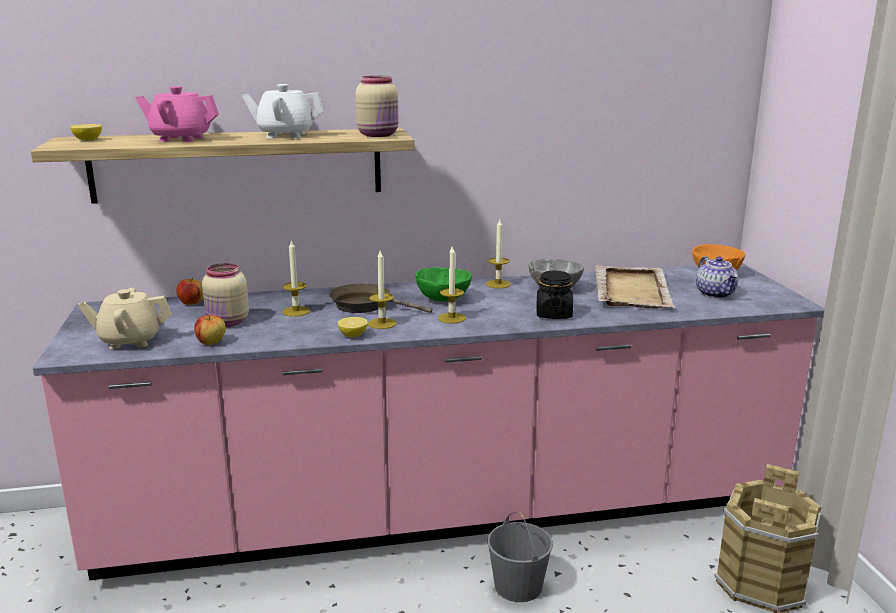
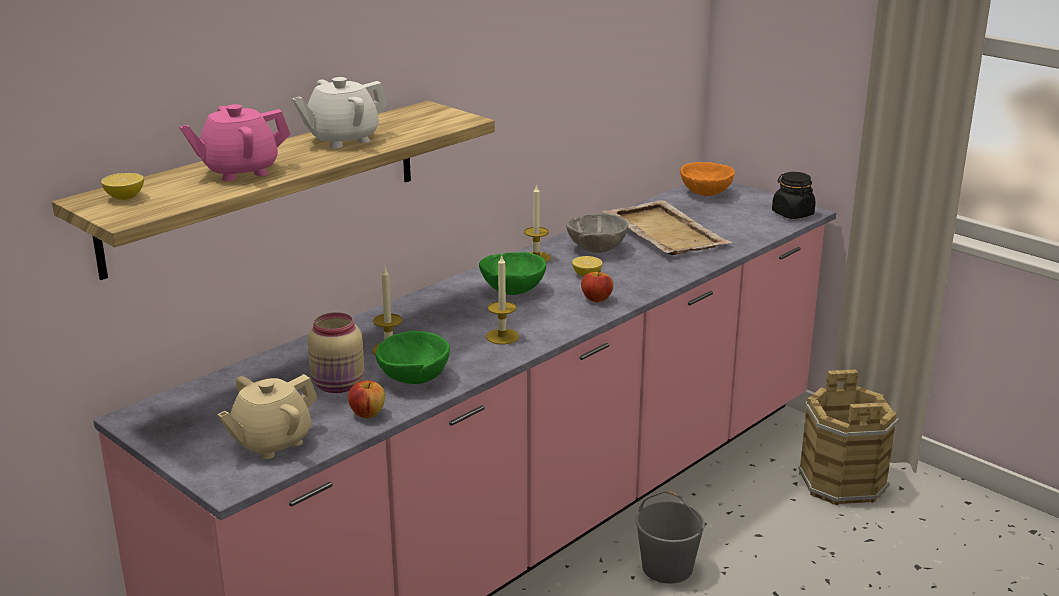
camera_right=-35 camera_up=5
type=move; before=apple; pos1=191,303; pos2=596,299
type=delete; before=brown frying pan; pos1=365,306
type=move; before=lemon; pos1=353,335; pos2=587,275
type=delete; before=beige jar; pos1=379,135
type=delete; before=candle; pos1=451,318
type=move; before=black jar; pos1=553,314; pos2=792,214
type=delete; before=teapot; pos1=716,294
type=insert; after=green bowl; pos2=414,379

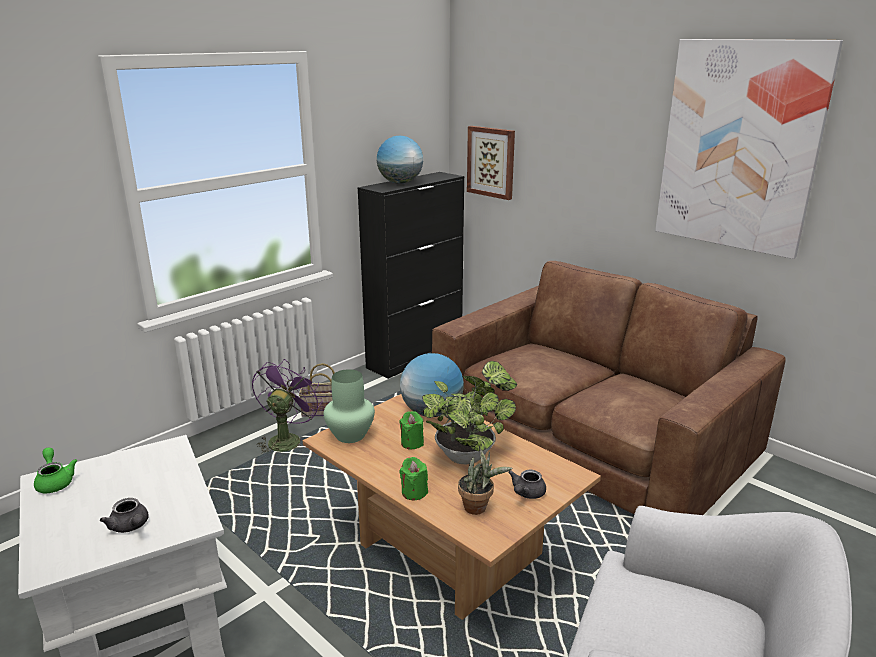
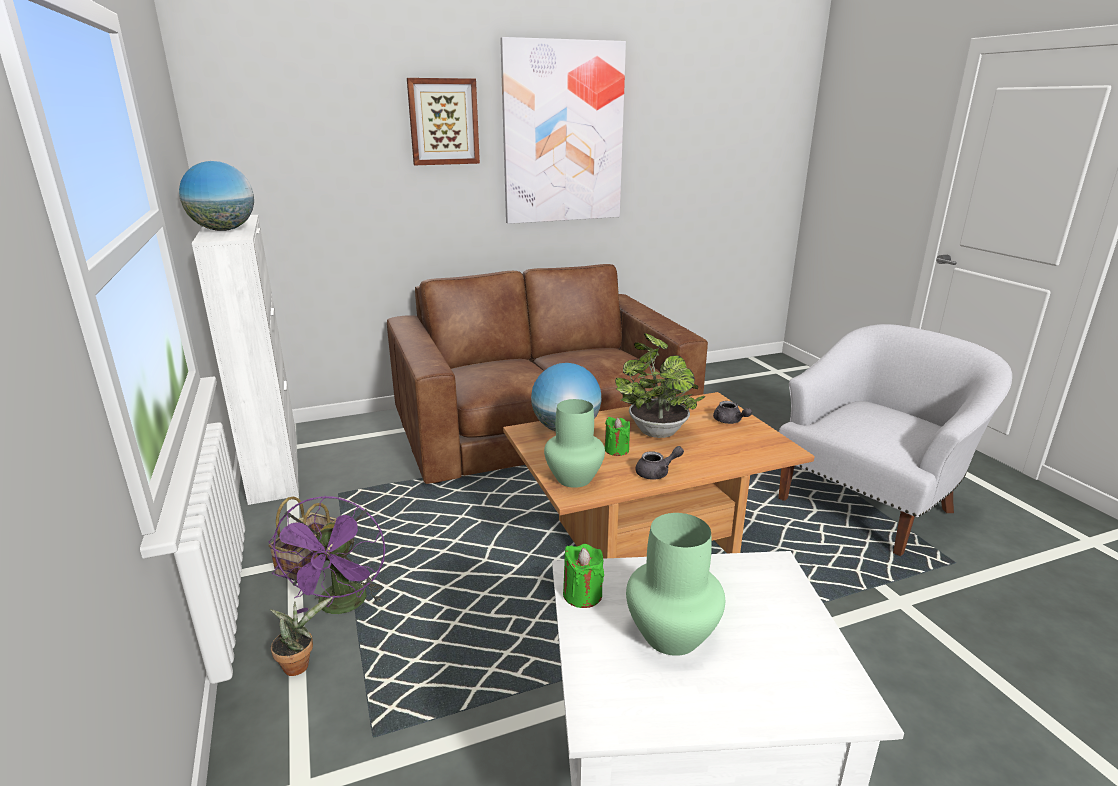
camera_right=-65 camera_up=0
type=delete; before=green teapot; pos1=55,482
type=move; before=grey teapot; pos1=130,527; pos2=657,473
type=rotate; before=purple fan; pos1=286,439; pos2=342,607; turn=-135
type=recolor; before=black cabinet; after=white cabinet; pos1=416,356; pos2=274,465
type=move; before=green candle; pos1=414,492; pos2=582,595
type=move; before=potted plant; pos1=478,508; pos2=299,664
type=move; before=picture; pos1=491,162; pos2=443,122
type=insert; after=green vase; pos2=672,636

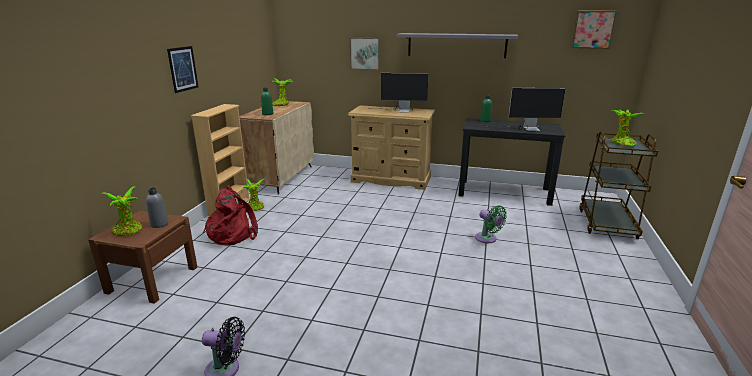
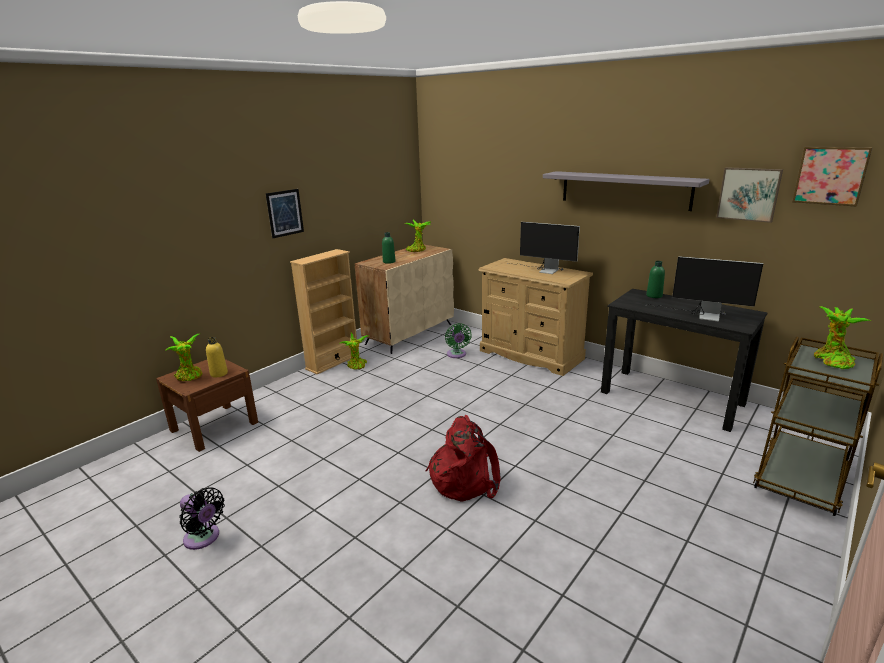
camera_right=25 camera_up=0
type=recolor; before=grey bottle; after=yellow bottle; pos1=159,224; pos2=219,374
type=move; before=red backpack; pos1=233,234; pos2=464,479
type=move; before=picture; pos1=365,53; pos2=749,194
type=move; before=green fan; pos1=487,239; pos2=457,355

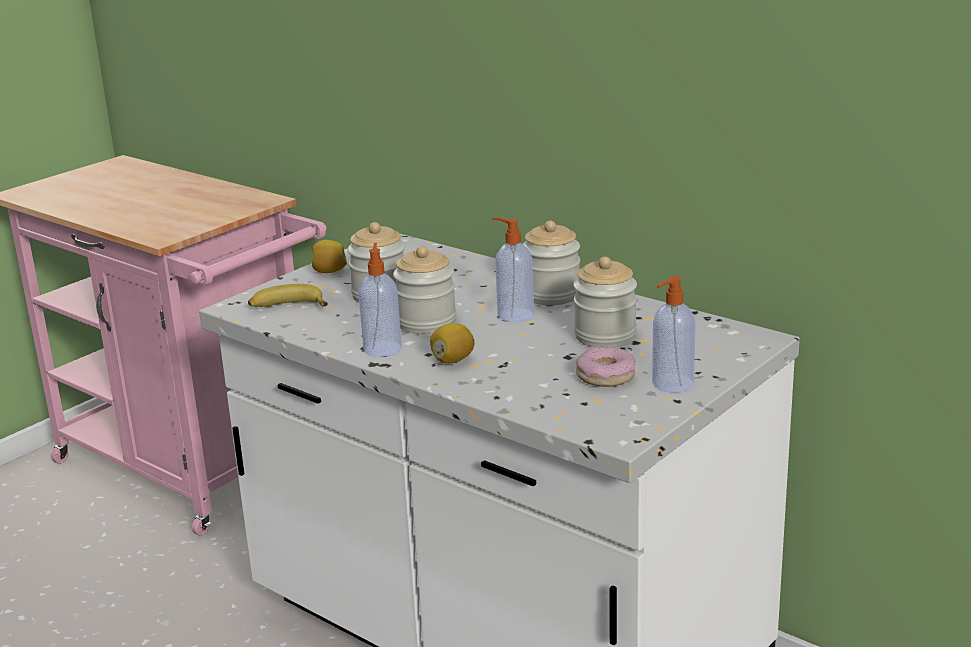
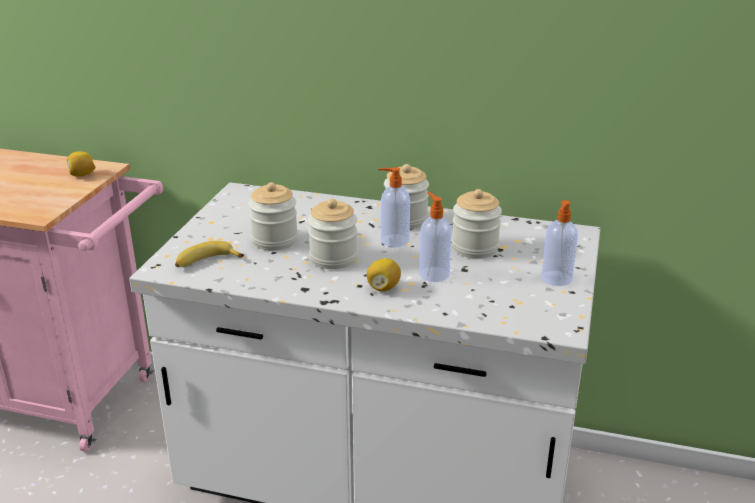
camera_right=-25 camera_up=5
type=move; before=lemon; pos1=329,272; pos2=82,175
type=move; before=soap dispenser; pos1=382,348; pos2=433,274
type=delete; before=donut; pos1=605,376

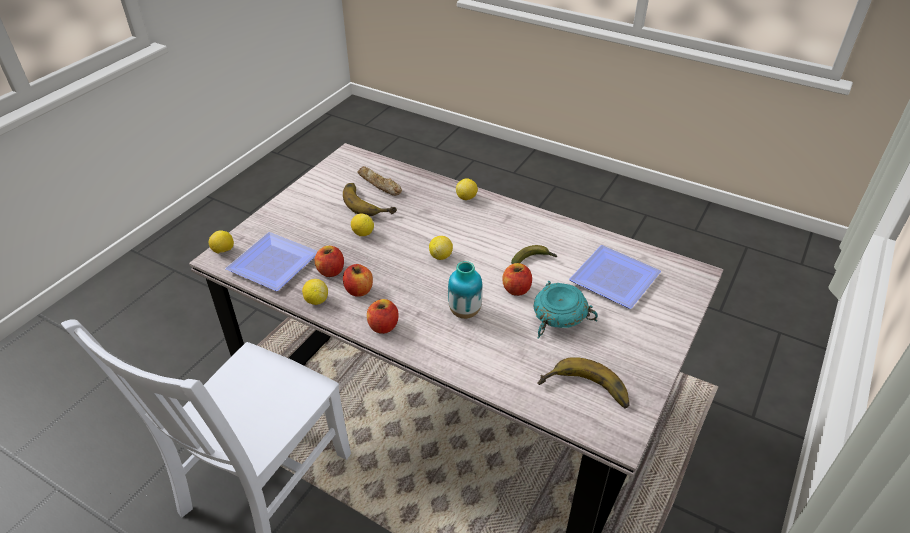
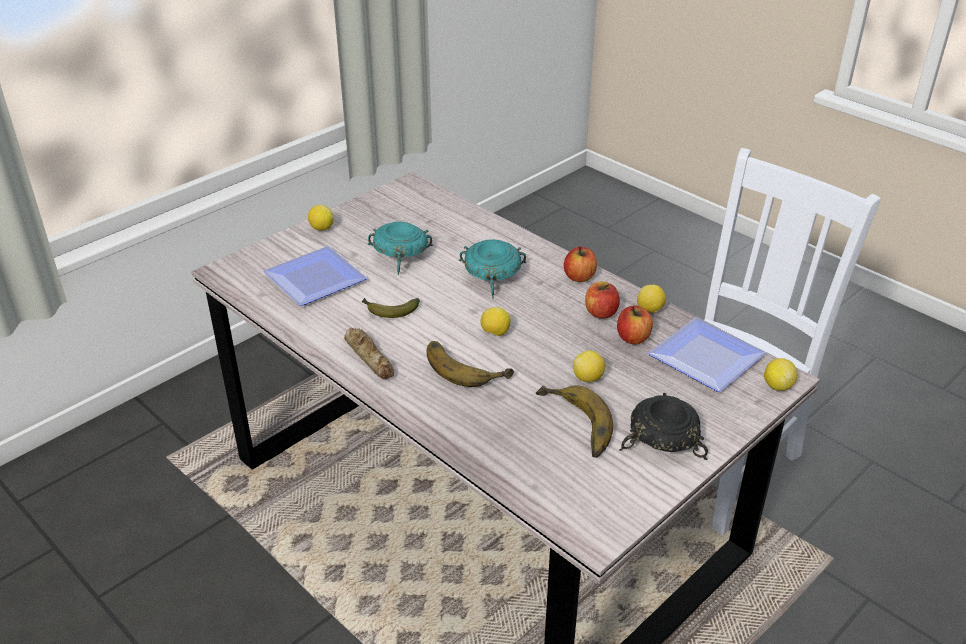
camera_right=-165 camera_up=-5
type=move; before=bread; pos1=379,185; pos2=370,357
type=replace; before=vase; after=turquoise bowl; pos1=464,312; pos2=492,276
type=move; before=lemon; pos1=466,198; pos2=321,228
type=delete; before=apple; pos1=516,289
type=move; before=banana; pos1=584,393; pos2=466,365
type=insert; after=black bowl; pos2=661,441

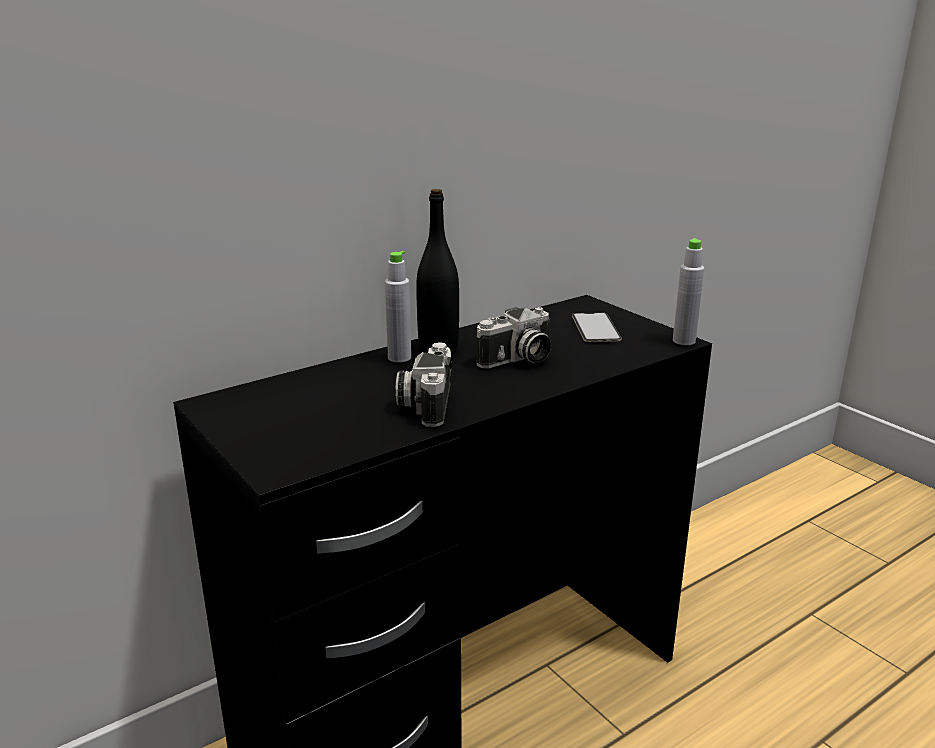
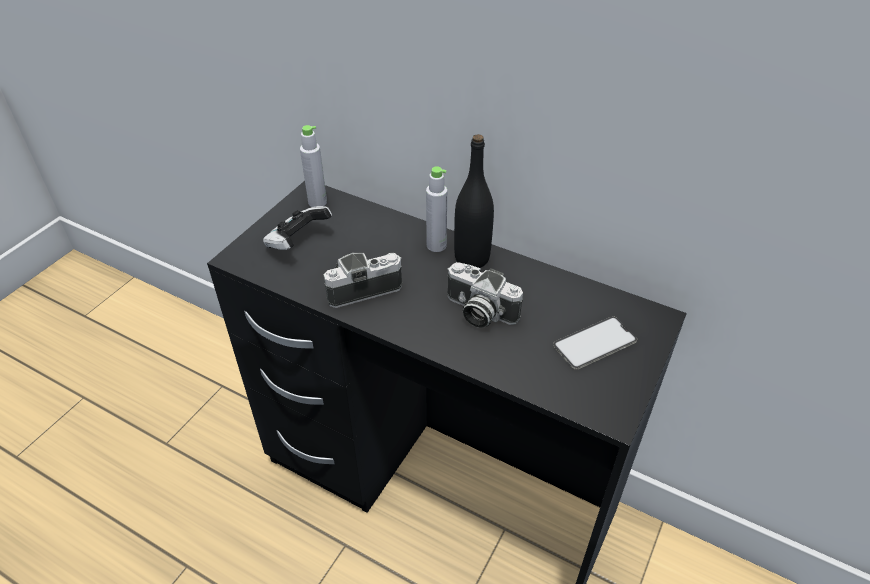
camera_right=65 camera_up=20
type=move; before=grey bottle; pos1=684,341; pos2=317,202
type=insert; after=game controller; pos2=297,242

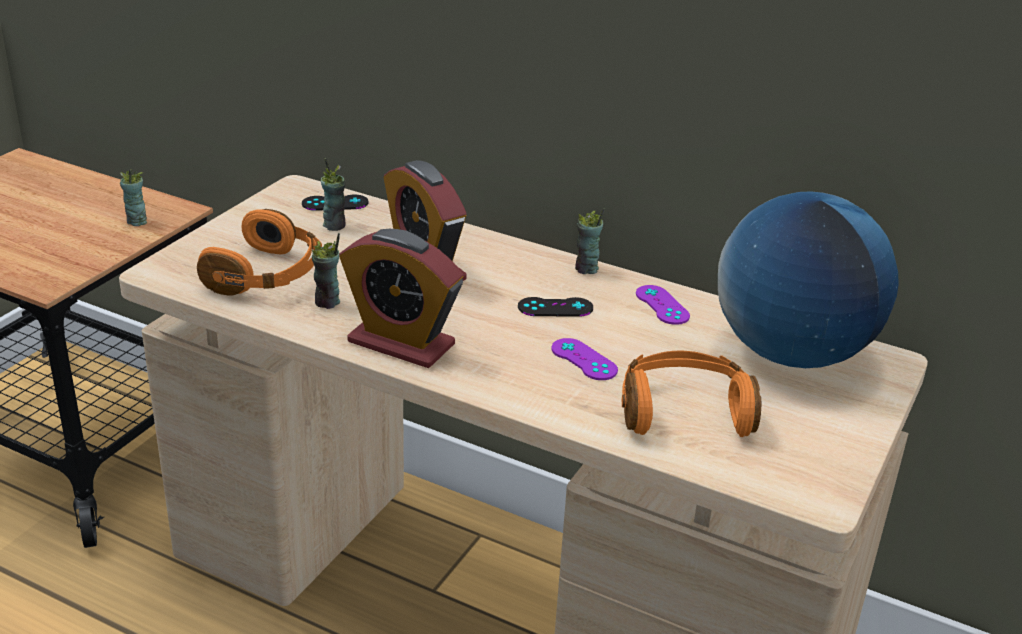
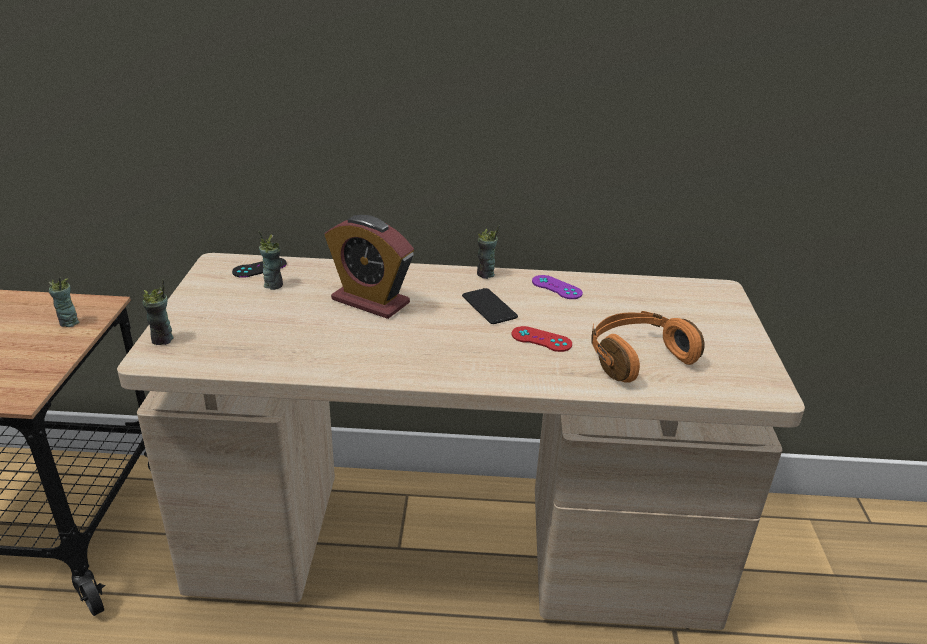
camera_right=-25 camera_up=0
type=delete; before=orange headphones; pos1=267,275
type=move; before=cup; pos1=327,302; pos2=163,340
type=delete; before=alarm clock; pos1=401,343
type=replace; before=black game controller; after=phone; pos1=555,307; pos2=489,307
type=recolor; before=purple game controller; after=red game controller; pos1=584,360; pos2=541,339
type=delete; before=globe; pos1=791,353

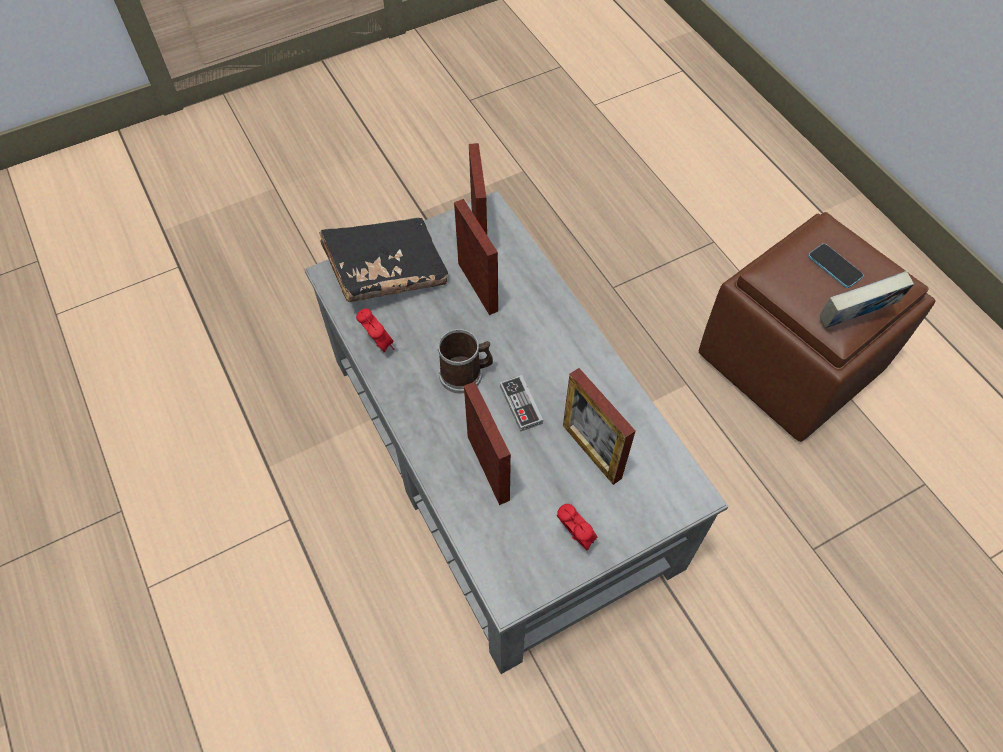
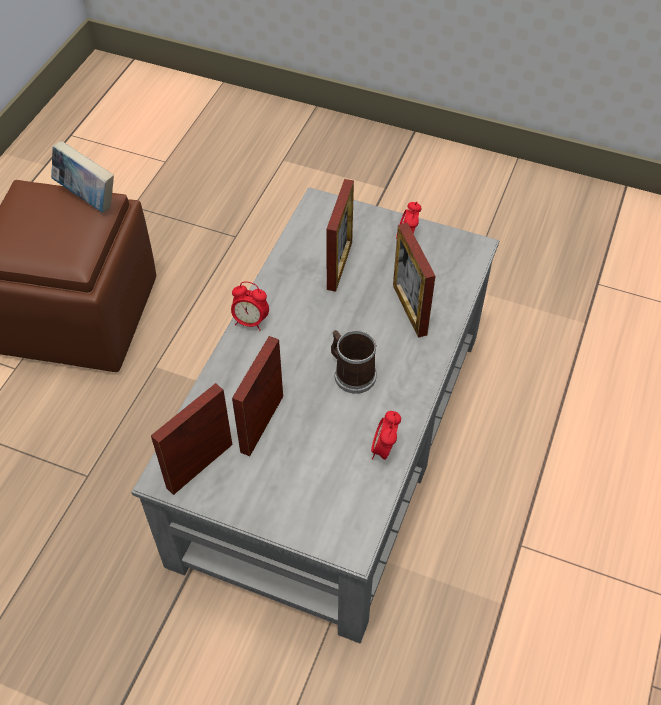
camera_right=-130 camera_up=-5
type=delete; before=black book; pos1=387,271
type=rotate; before=picture frame; pos1=488,468; pos2=409,310; turn=-45
type=delete; before=game controller; pos1=521,404
type=delete; before=phone; pos1=834,267
type=insert; after=alarm clock; pos2=250,322

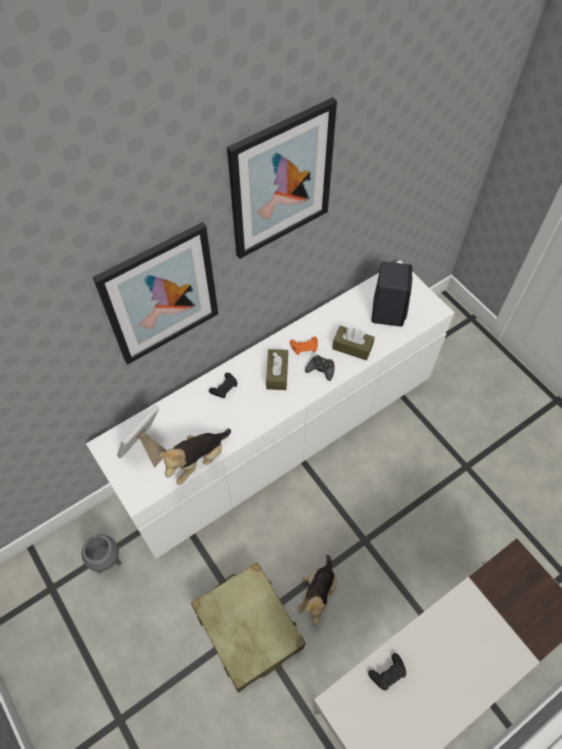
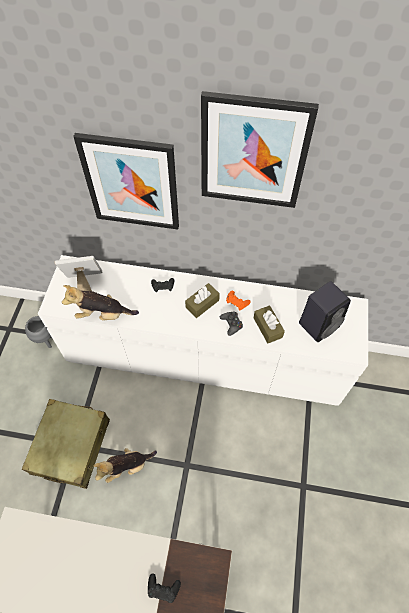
camera_right=45 camera_up=0
type=move; before=black game controller; pos1=387,673; pos2=163,588

